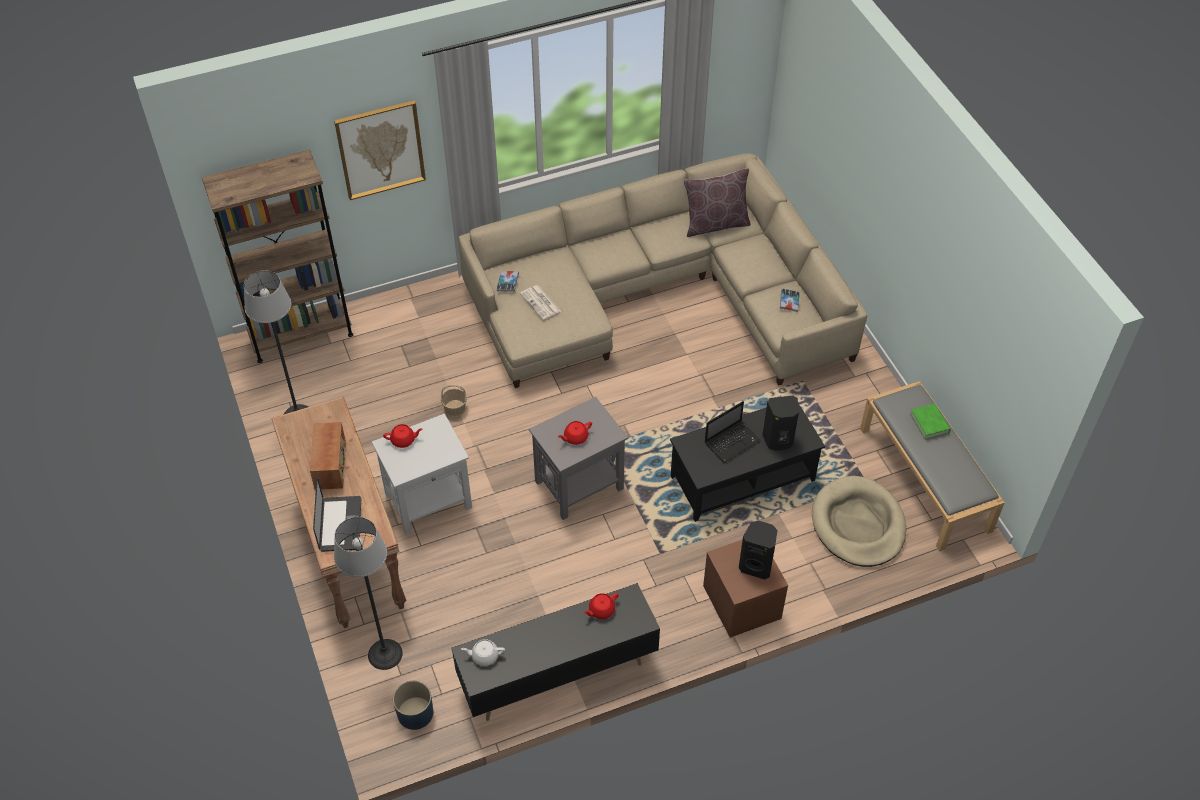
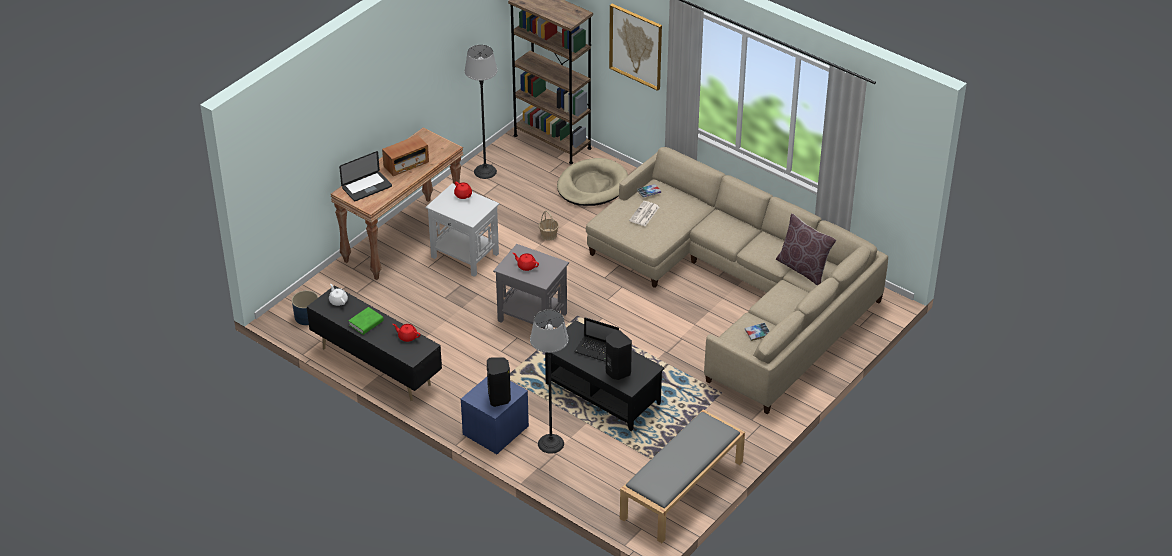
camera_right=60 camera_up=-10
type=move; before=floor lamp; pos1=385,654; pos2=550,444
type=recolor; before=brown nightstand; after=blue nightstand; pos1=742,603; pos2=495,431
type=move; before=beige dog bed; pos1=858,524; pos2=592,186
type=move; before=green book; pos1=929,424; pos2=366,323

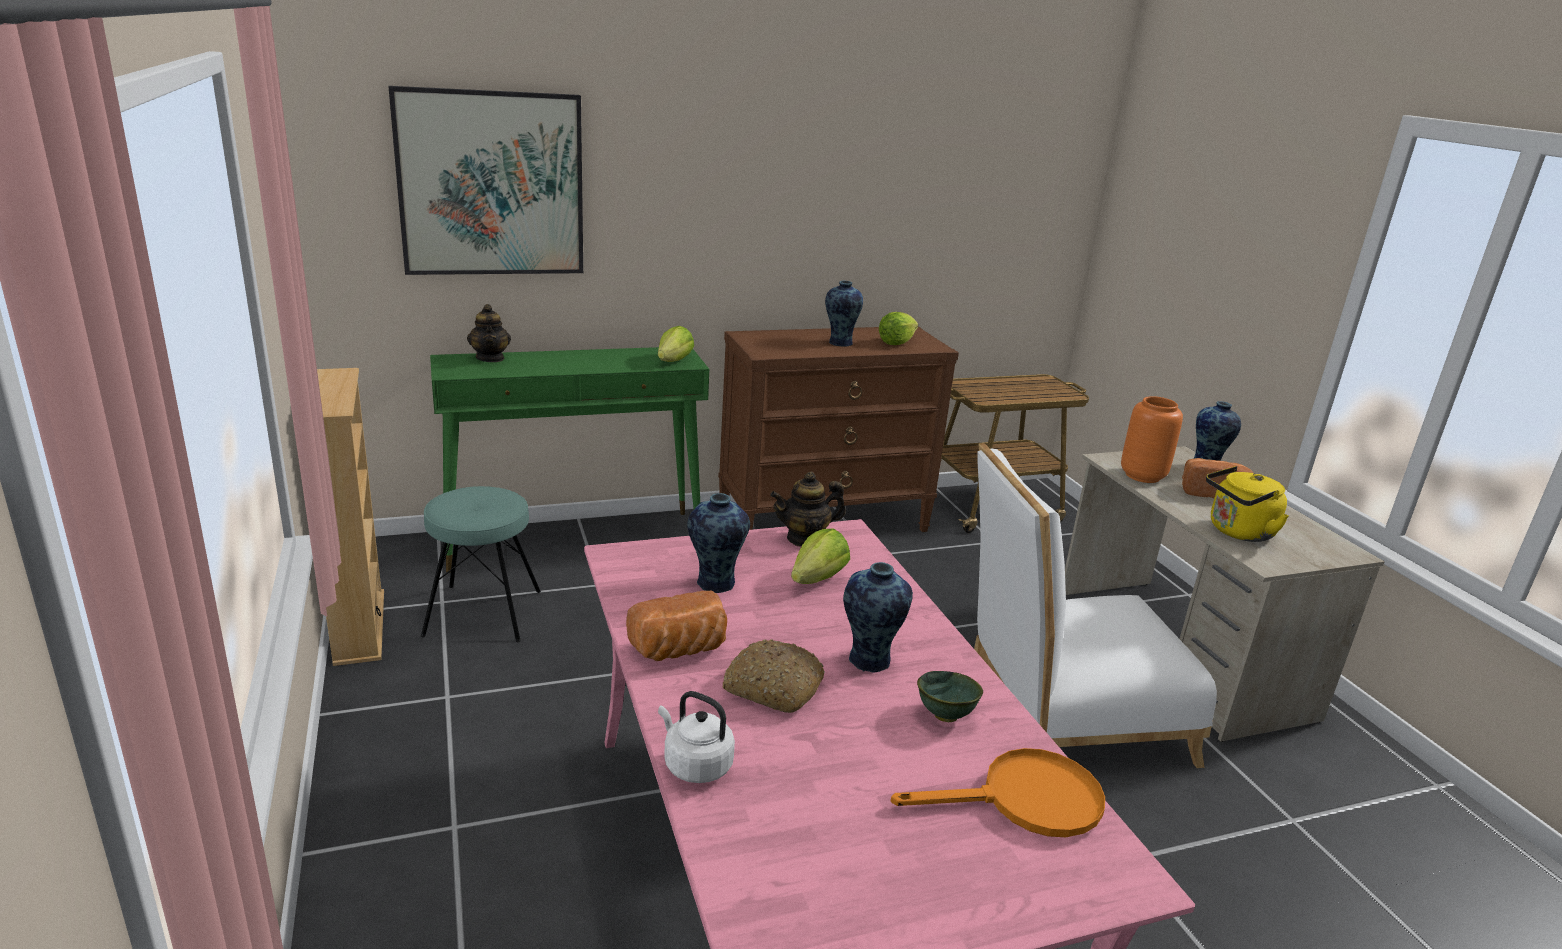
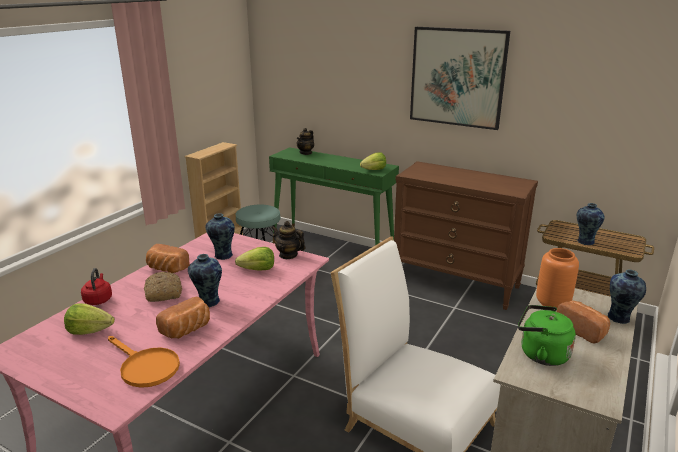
camera_right=50 camera_up=0
type=move; before=picture; pos1=491,184; pos2=457,77
type=recolor; before=white kettle; after=red kettle; pos1=695,765; pos2=98,299
type=move; before=vase; pos1=839,343; pos2=584,241
type=move; before=lettuce; pos1=896,342; pos2=89,330
type=replace; before=green bowl; after=bread; pos1=944,715; pos2=187,330
type=recolor; before=yellow kettle; after=green kettle; pos1=1238,532; pos2=540,354

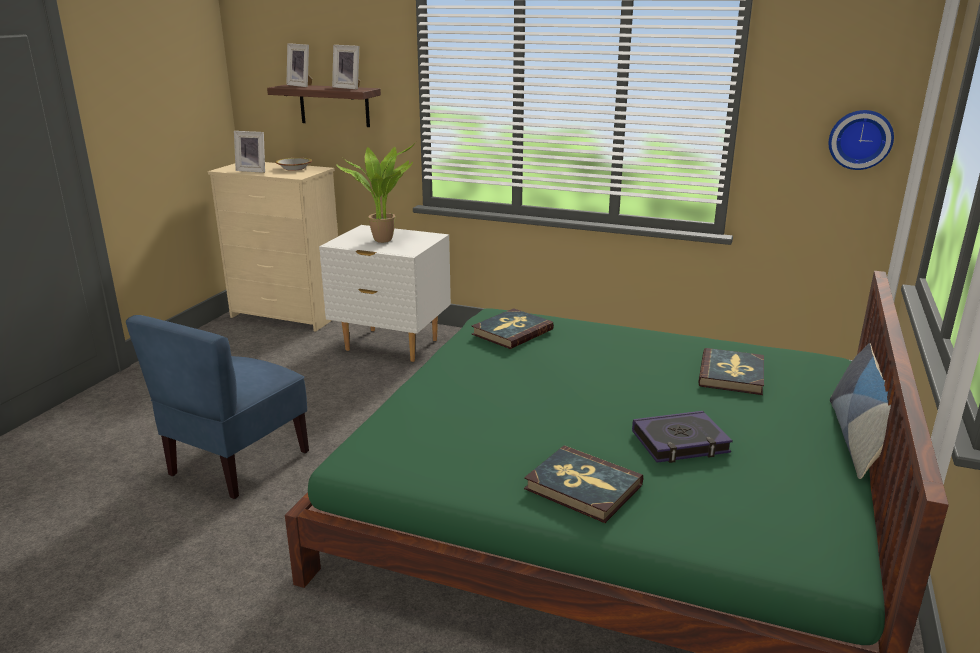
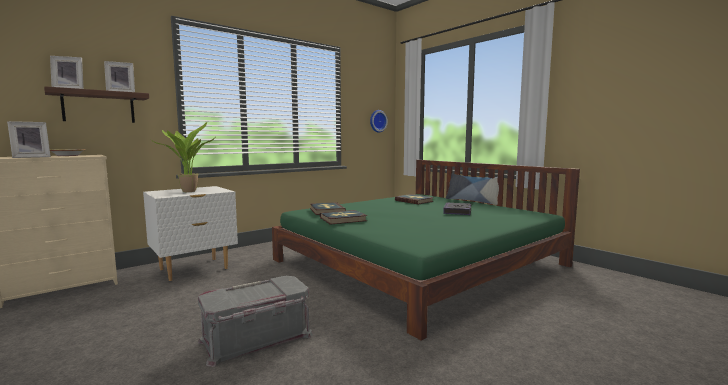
camera_right=-60 camera_up=-15
type=replace; before=blue chair; after=grey storage box; pos1=238,463; pos2=257,338
type=move; before=book; pos1=582,487; pos2=343,219

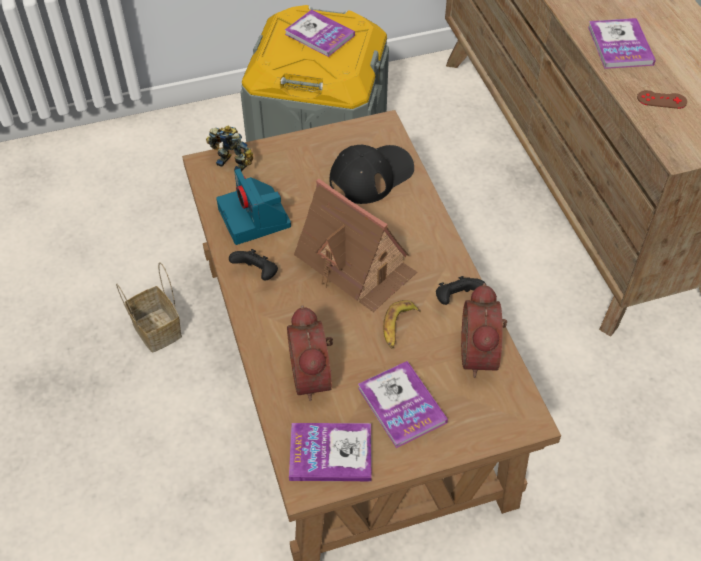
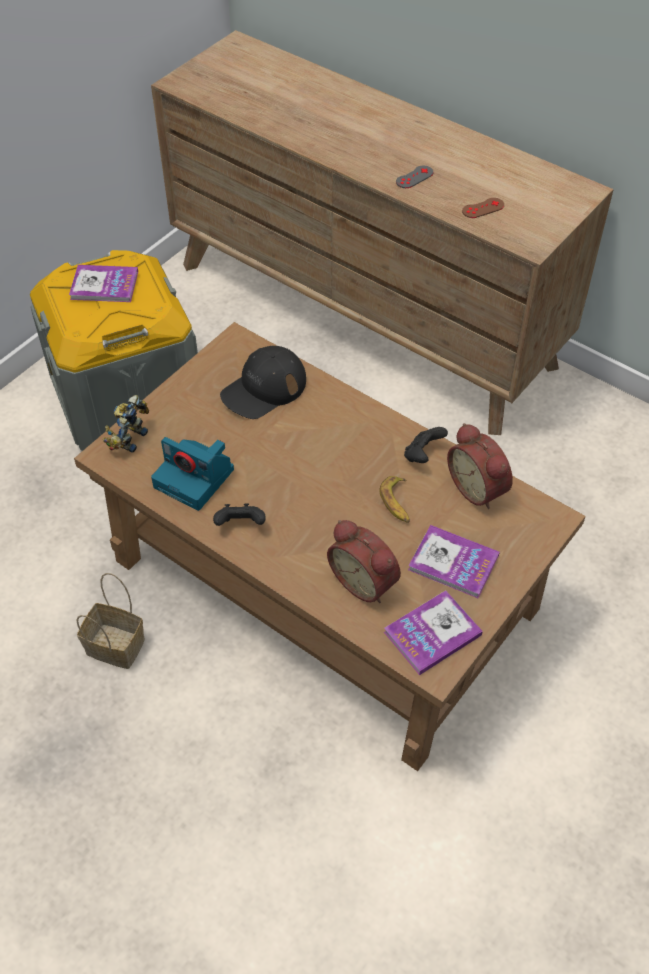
camera_right=-35 camera_up=0
type=rotate; before=toy robot; pos1=234,161; pos2=129,438; turn=-60
type=delete; before=toy house; pos1=356,264
type=rotate; before=black cap; pos1=371,175; pos2=264,388; turn=-150
type=replace; before=book; after=grey game controller; pos1=620,45; pos2=414,177

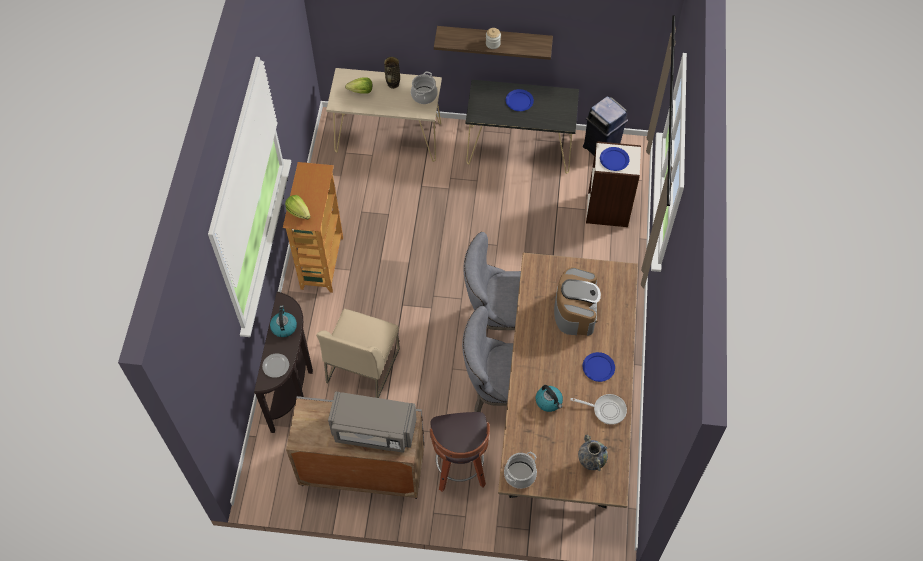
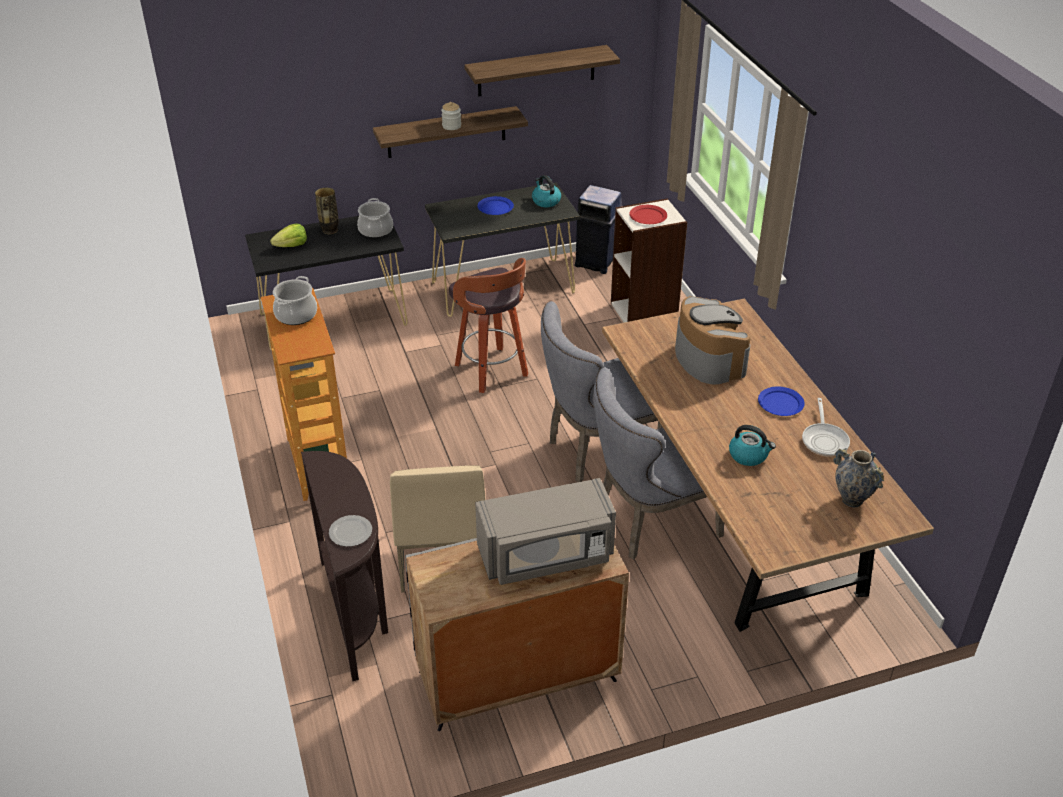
camera_right=-25 camera_up=-20
type=move; before=kettle; pos1=284,327; pos2=545,201
type=delete; before=lettuce; pos1=299,212
type=recolor; before=beige console table; after=black console table; pos1=388,137; pos2=334,319
type=move; before=stool; pos1=460,469; pos2=492,371
type=move; before=cooking pot; pos1=520,474; pos2=296,314
type=rotate; before=frying pan; pos1=606,409; pos2=824,440; turn=105
type=recolor; before=blue plate; after=red plate; pos1=614,159; pos2=647,216
type=insert; after=shelf; pos2=536,71

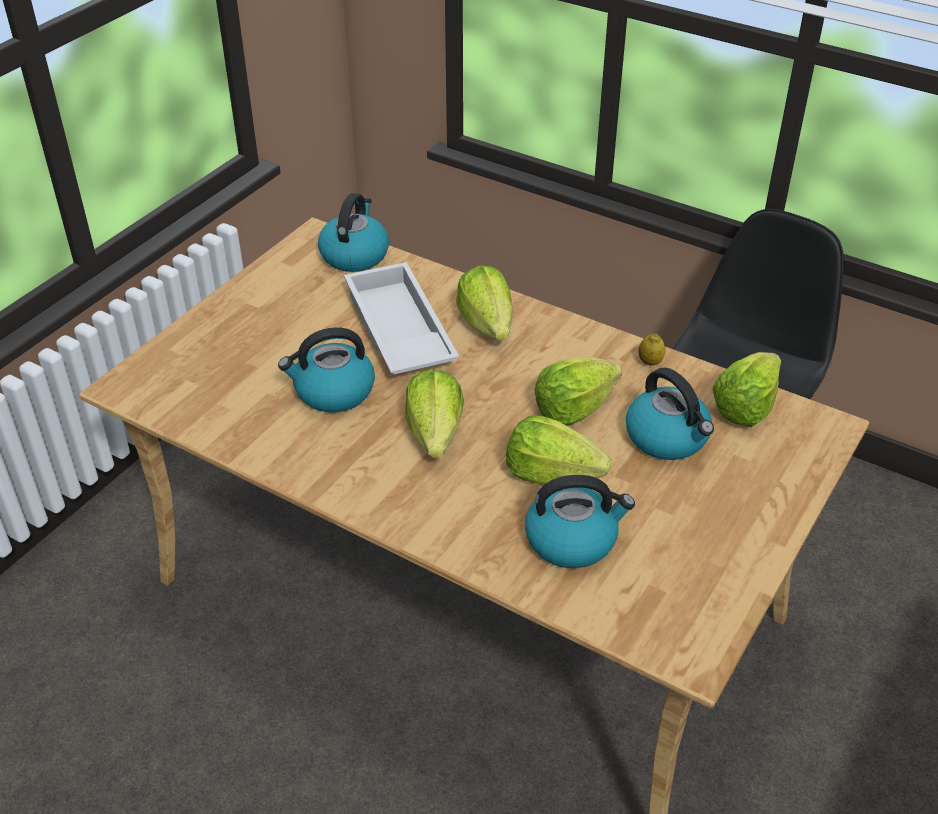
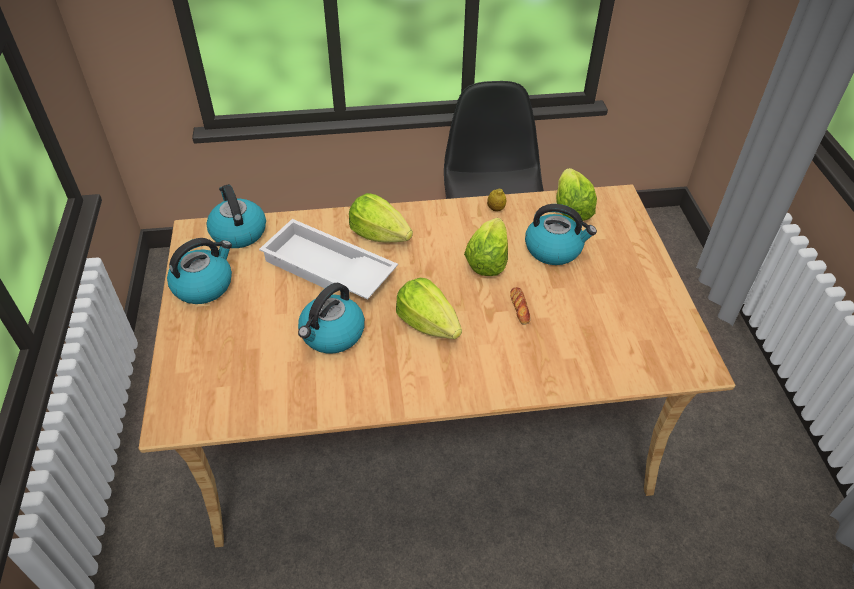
camera_right=-40 camera_up=5
type=replace; before=lettuce; after=bread; pos1=551,474; pos2=520,308
type=move; before=kettle; pos1=572,540; pos2=204,285

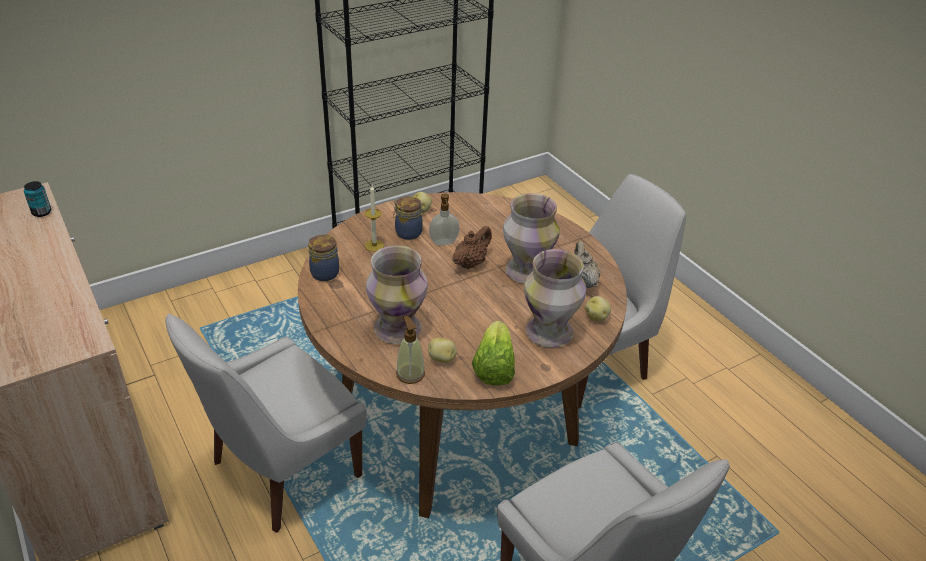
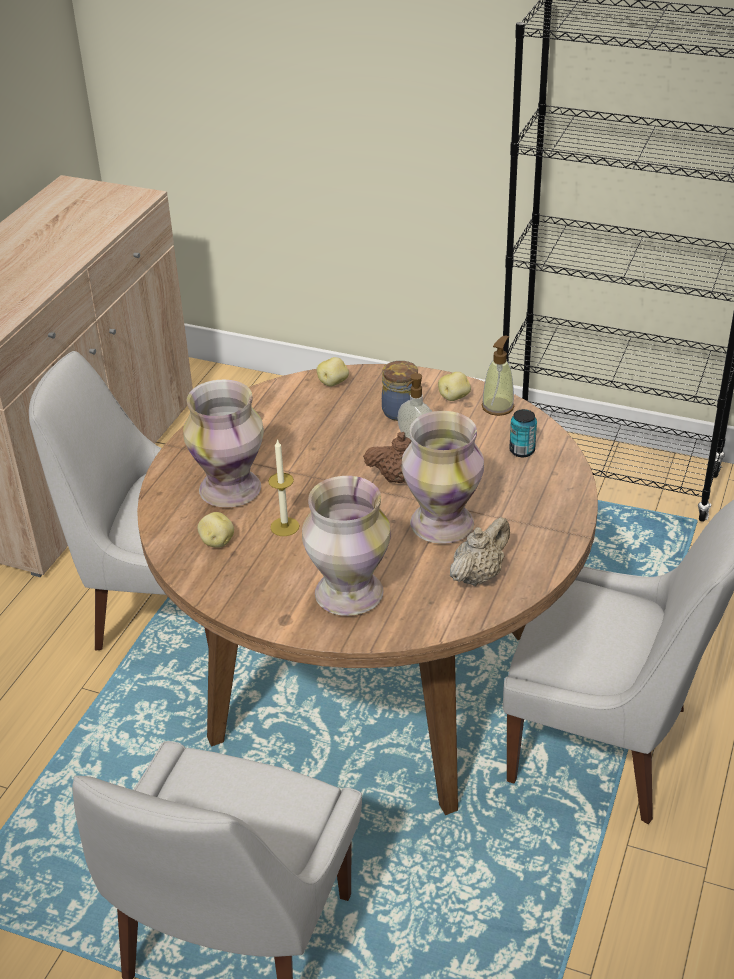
camera_right=55 camera_up=0
type=move; before=can; pos1=41,212; pos2=522,451
type=delete; before=jar; pos1=324,273
type=move; before=candle; pos1=374,245; pos2=284,526
type=move; before=soap dispenser; pos1=410,374; pos2=498,406
type=delete; before=lettuce; pos1=494,368
type=move; before=potato; pos1=596,317; pos2=333,383

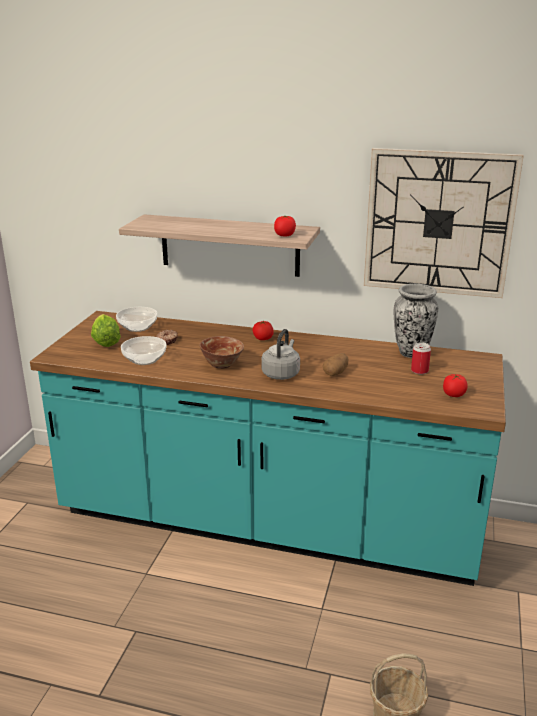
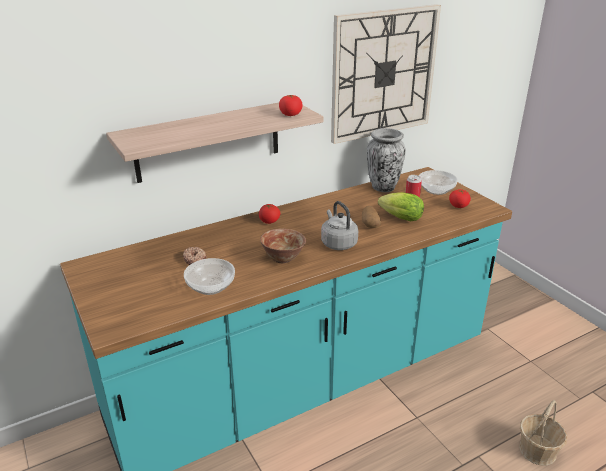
camera_right=-45 camera_up=5
type=move; before=lettuce; pos1=106,341; pos2=398,218
type=move; before=bowl; pos1=138,327; pos2=437,190

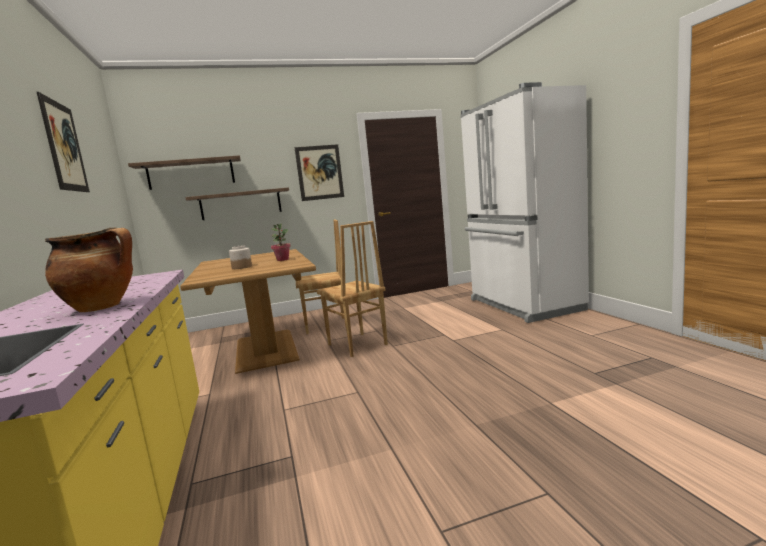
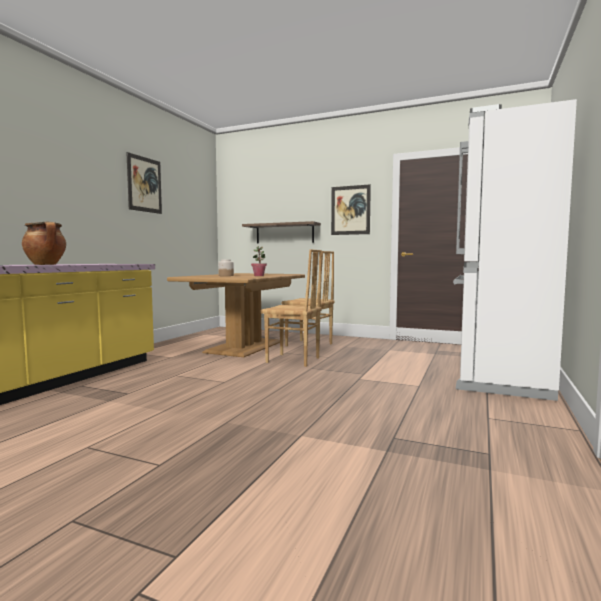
camera_right=40 camera_up=-5
type=delete; before=shelf; pos1=191,174
type=rotate; before=brown chair; pos1=356,345; pos2=293,360; turn=-75

